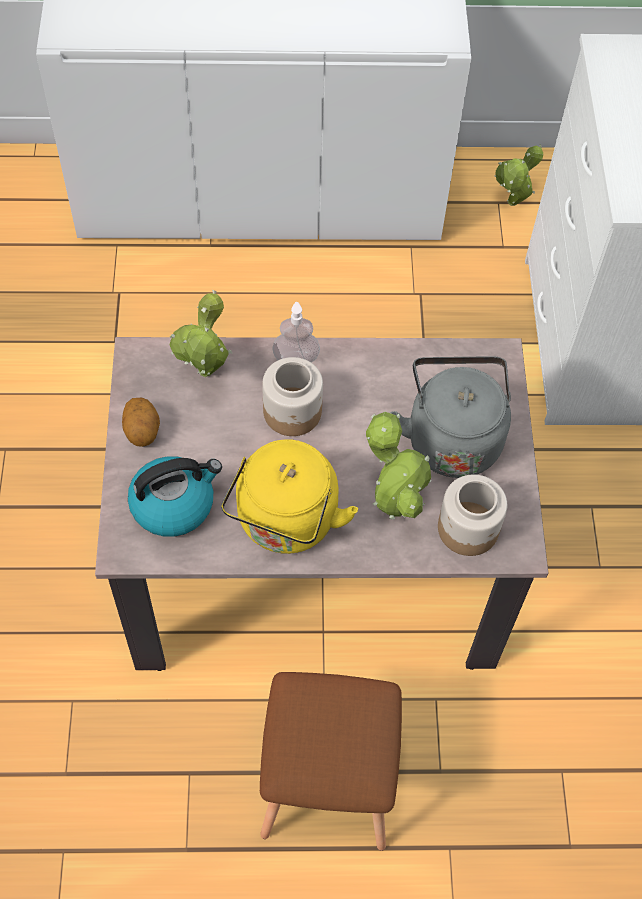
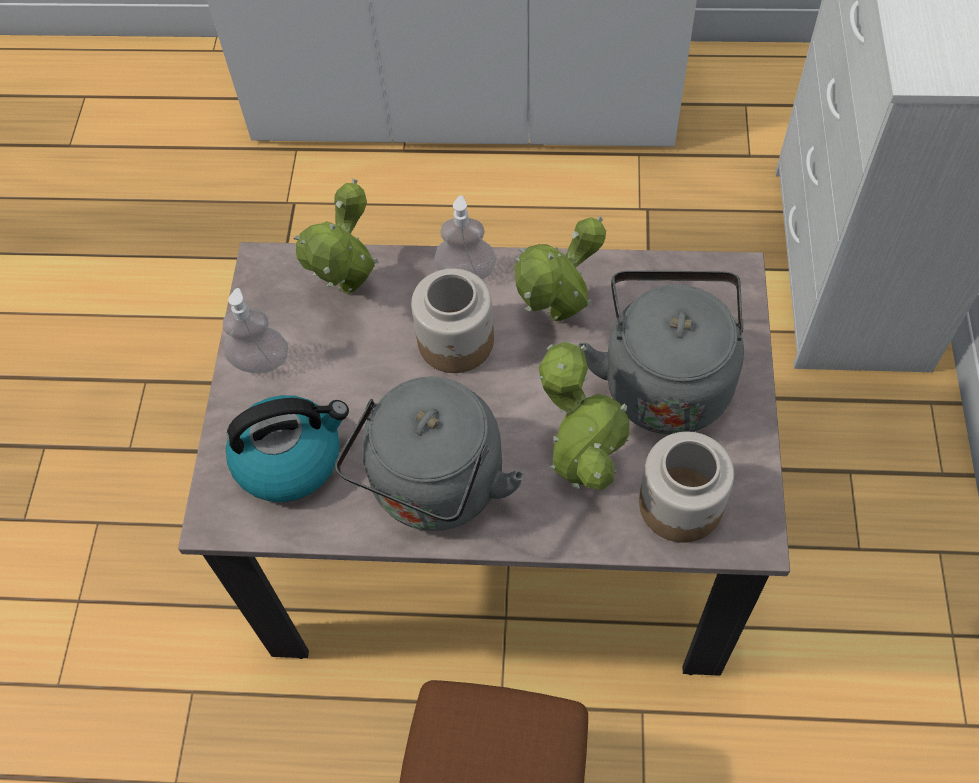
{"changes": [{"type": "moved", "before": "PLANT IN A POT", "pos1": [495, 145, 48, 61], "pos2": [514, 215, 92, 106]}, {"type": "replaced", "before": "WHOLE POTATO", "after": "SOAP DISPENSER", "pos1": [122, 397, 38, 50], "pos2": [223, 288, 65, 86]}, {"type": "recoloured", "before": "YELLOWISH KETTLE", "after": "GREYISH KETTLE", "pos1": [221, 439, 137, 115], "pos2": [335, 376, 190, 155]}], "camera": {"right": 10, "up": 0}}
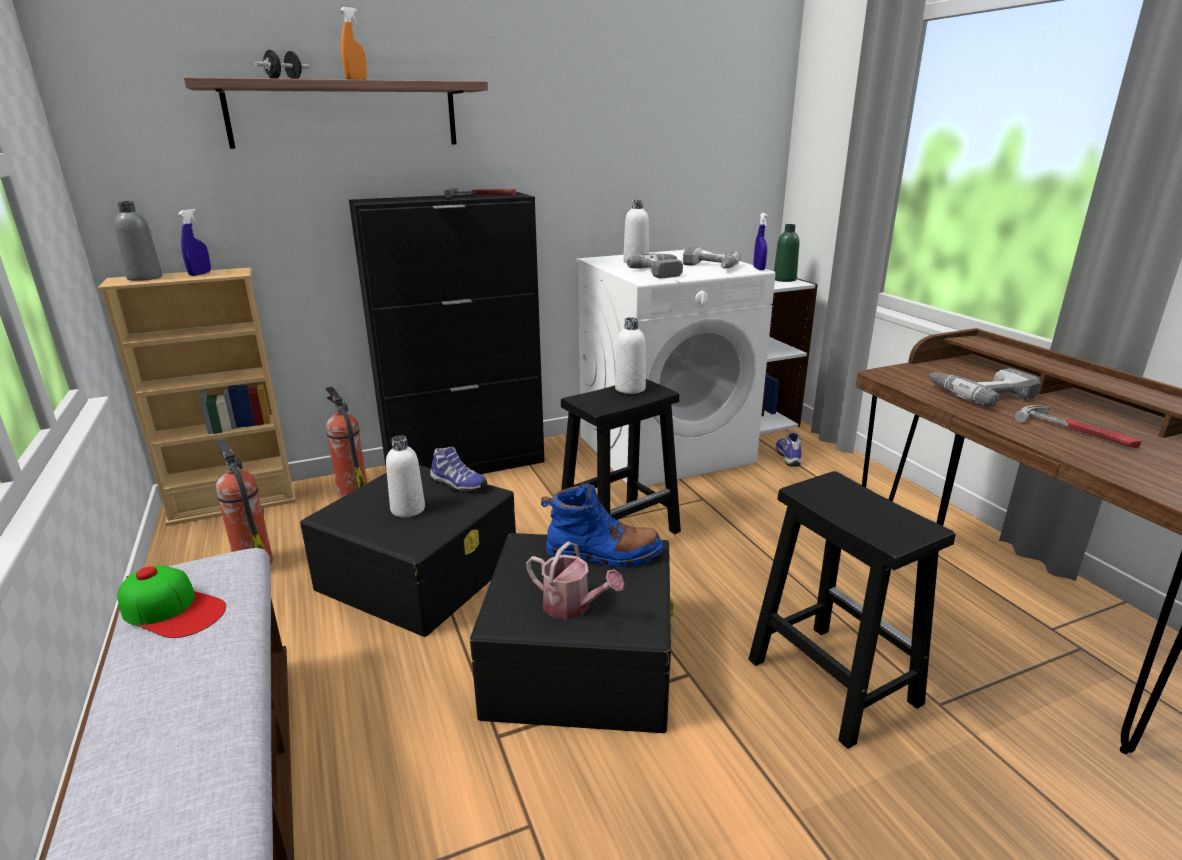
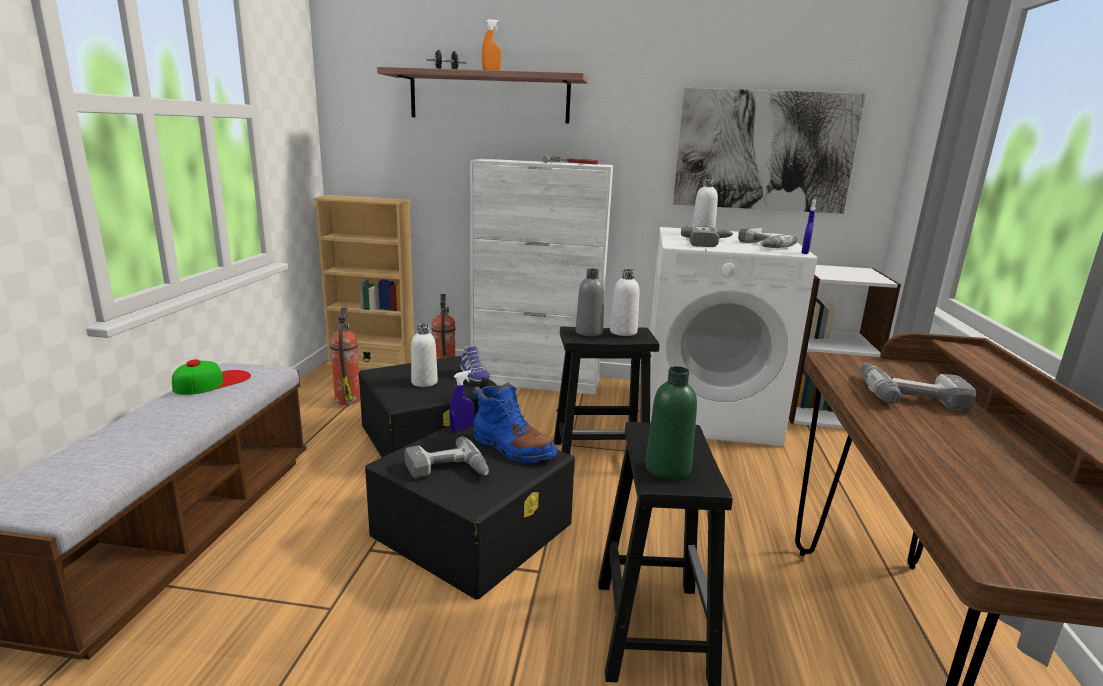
{"changes": [{"type": "removed", "before": "LOW SHOE", "pos1": [776, 433, 26, 34]}, {"type": "removed", "before": "HAND HAMMER", "pos1": [1015, 405, 127, 43]}, {"type": "added", "after": "WALL ART", "pos2": [673, 88, 193, 126]}, {"type": "moved", "before": "GREYISH BOTTLE", "pos1": [114, 201, 48, 80], "pos2": [576, 269, 28, 67]}, {"type": "moved", "before": "BLUE-COLOURED SPRAY BOTTLE", "pos1": [178, 209, 33, 67], "pos2": [449, 370, 25, 62]}, {"type": "moved", "before": "GREEN-COLOURED BOTTLE", "pos1": [774, 224, 25, 58], "pos2": [645, 366, 52, 113]}, {"type": "replaced", "before": "WATERING POT", "after": "POWER DRILL", "pos1": [526, 541, 99, 79], "pos2": [405, 436, 84, 43]}, {"type": "recoloured", "before": "BLACKISH CUPBOARD", "after": "WHITE CUPBOARD", "pos1": [349, 192, 196, 282], "pos2": [470, 159, 143, 236]}, {"type": "turned", "before": "CAP", "pos1": [117, 566, 109, 72], "pos2": [172, 359, 79, 36], "turn": -105}], "camera": {"right": 30, "up": -5}}
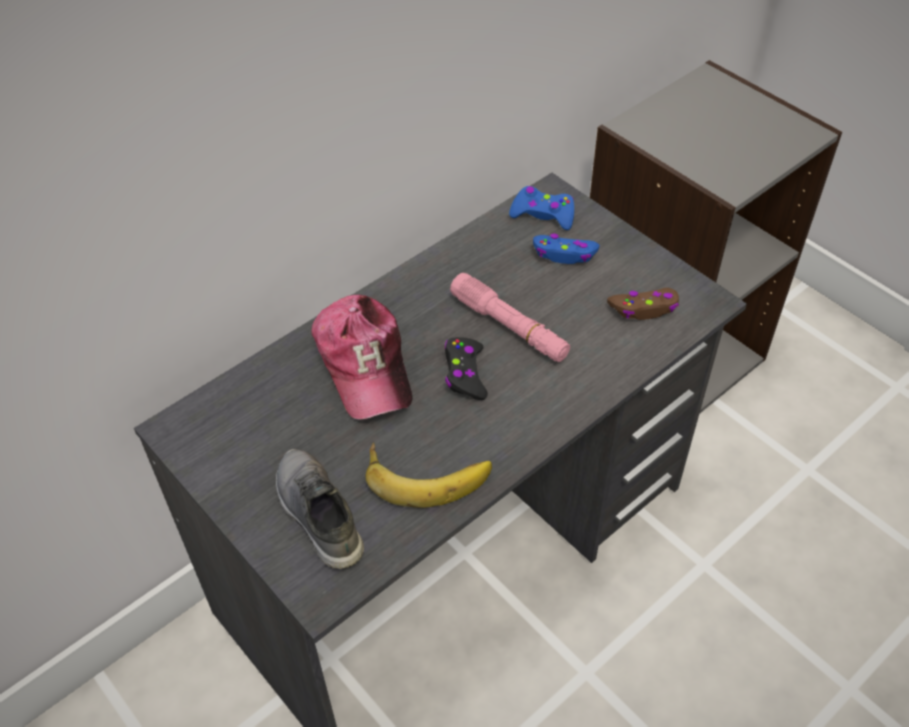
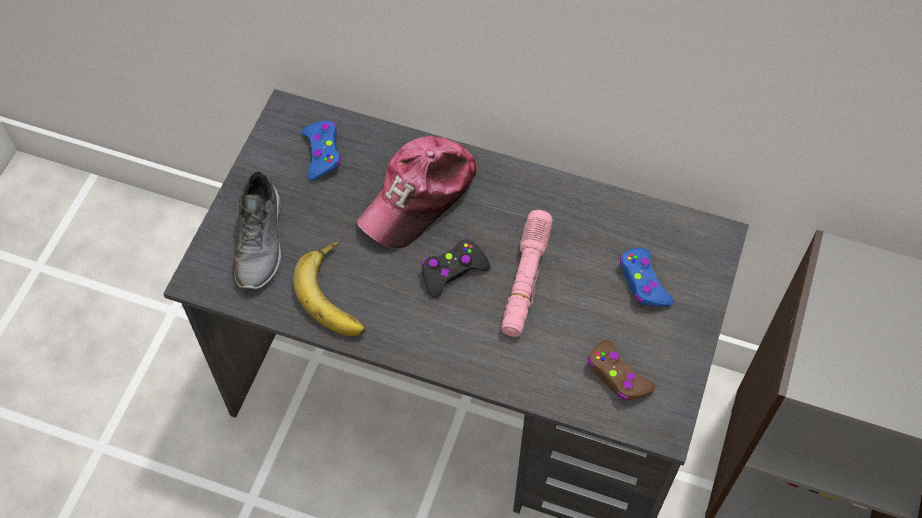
{"changes": [{"type": "moved", "before": "BLUE-COLOURED GAME CONTROLLER", "pos1": [509, 186, 65, 44], "pos2": [302, 121, 39, 60]}, {"type": "turned", "before": "GREYISH LOW SHOE", "pos1": [276, 449, 88, 120], "pos2": [234, 171, 48, 119], "turn": 150}], "camera": {"right": 60, "up": 10}}
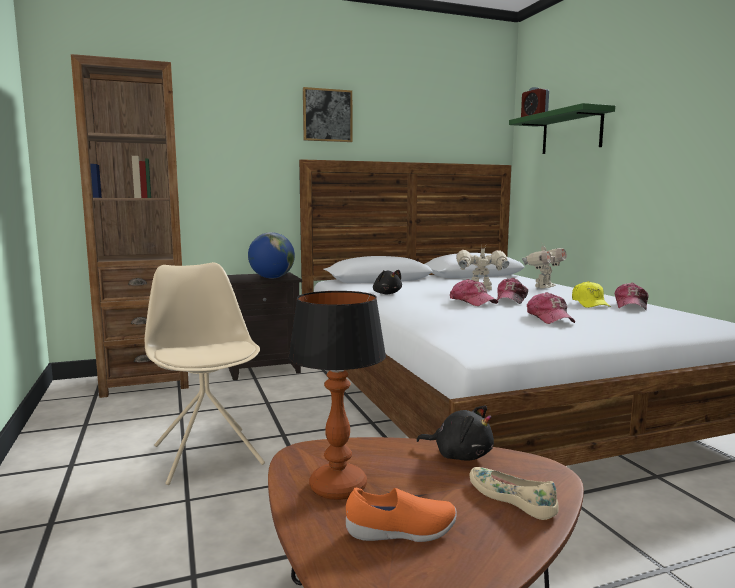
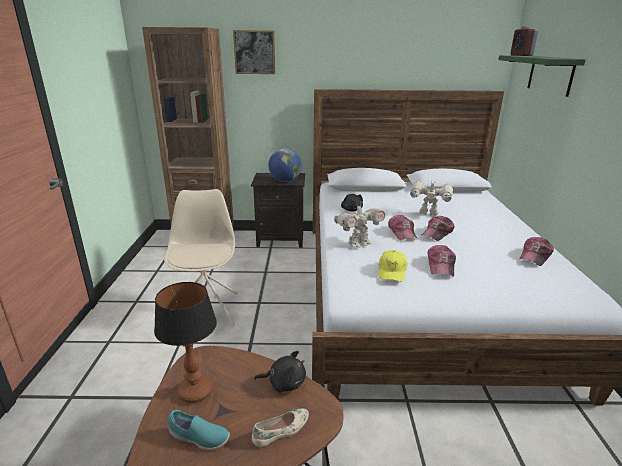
{"changes": [{"type": "moved", "before": "WALL ART", "pos1": [303, 87, 49, 55], "pos2": [233, 30, 42, 44]}, {"type": "moved", "before": "TOY ROBOT", "pos1": [522, 242, 45, 46], "pos2": [334, 205, 51, 43]}, {"type": "moved", "before": "YELLOWISH CAP", "pos1": [572, 281, 39, 27], "pos2": [379, 250, 28, 32]}, {"type": "recoloured", "before": "ORANGE LOW SHOE", "after": "TURQUOISE-COLOURED LOW SHOE", "pos1": [346, 488, 111, 54], "pos2": [168, 410, 62, 40]}, {"type": "turned", "before": "BLACKISH SOFT TOY", "pos1": [416, 406, 78, 55], "pos2": [254, 351, 52, 42], "turn": -45}, {"type": "turned", "before": "BEIGE-COLOURED LOW SHOE", "pos1": [469, 467, 90, 53], "pos2": [252, 408, 57, 39], "turn": 75}], "camera": {"right": 20, "up": 15}}
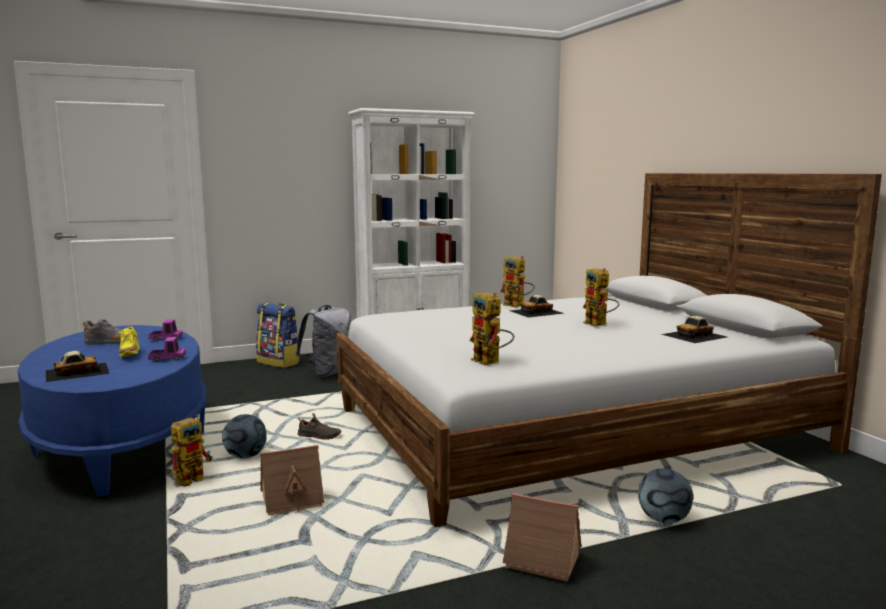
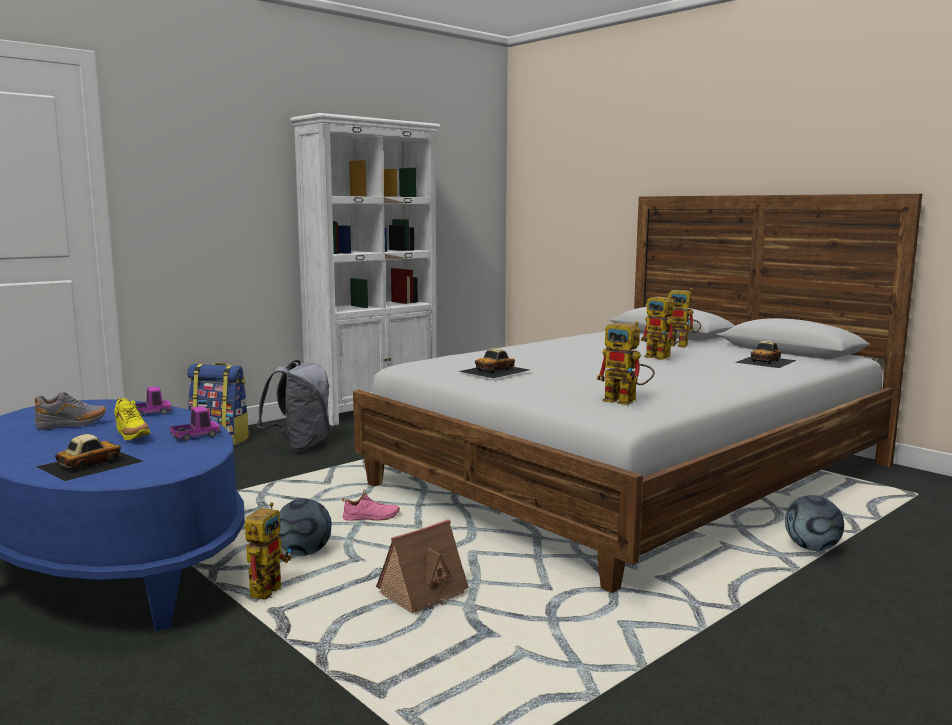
{"changes": [{"type": "removed", "before": "TOY HOUSE", "pos1": [503, 493, 79, 89]}, {"type": "moved", "before": "TOY ROBOT", "pos1": [500, 256, 35, 51], "pos2": [664, 288, 37, 60]}, {"type": "moved", "before": "MODEL CAR", "pos1": [510, 295, 55, 22], "pos2": [459, 348, 70, 30]}, {"type": "recoloured", "before": "BLACKISH LOW SHOE", "after": "PINK LOW SHOE", "pos1": [298, 413, 43, 27], "pos2": [342, 489, 58, 32]}], "camera": {"right": -20, "up": 0}}
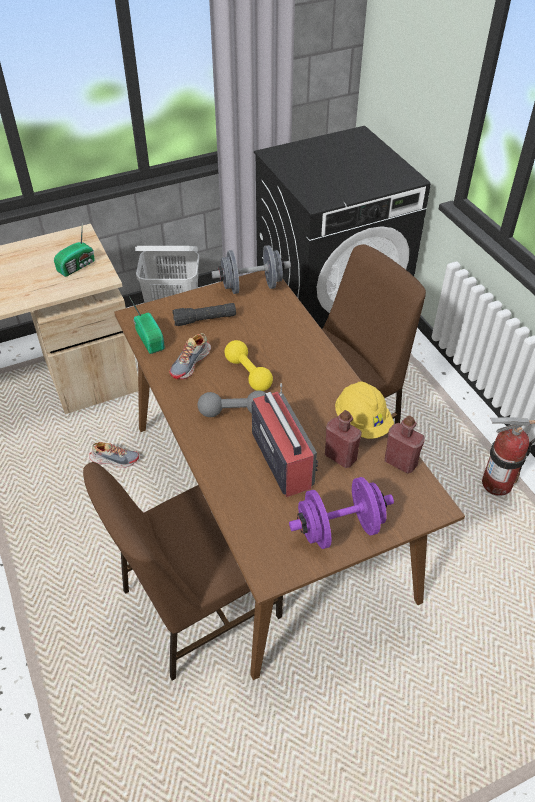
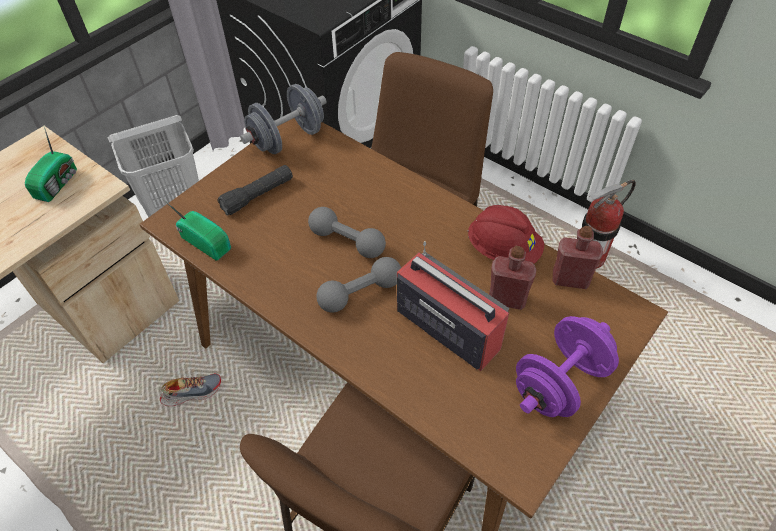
{"changes": [{"type": "removed", "before": "LOW SHOE", "pos1": [169, 333, 42, 47]}, {"type": "recoloured", "before": "YELLOWISH FREE WEIGHT", "after": "GREYISH FREE WEIGHT", "pos1": [225, 340, 48, 51], "pos2": [308, 207, 78, 51]}, {"type": "recoloured", "before": "YELLOWISH WORK HELMET", "after": "RED-COLOURED WORK HELMET", "pos1": [335, 382, 59, 57], "pos2": [468, 205, 76, 59]}], "camera": {"right": -25, "up": 5}}
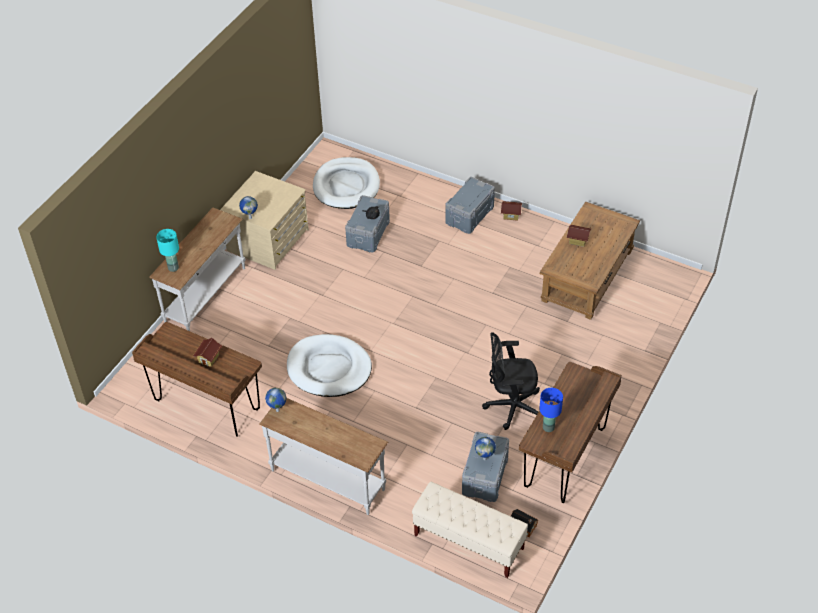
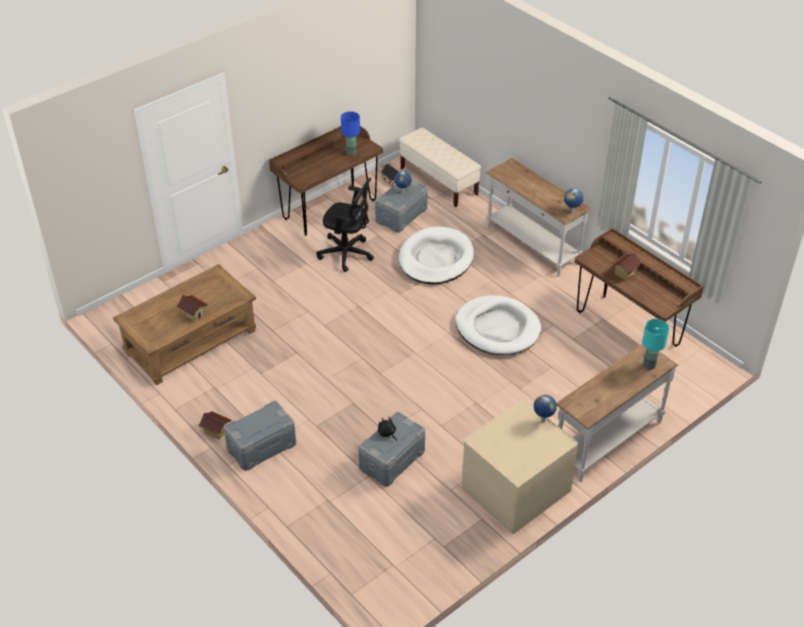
{"changes": [{"type": "moved", "before": "WHITE PET BED", "pos1": [313, 157, 67, 52], "pos2": [399, 226, 75, 58]}], "camera": {"right": -160, "up": -5}}
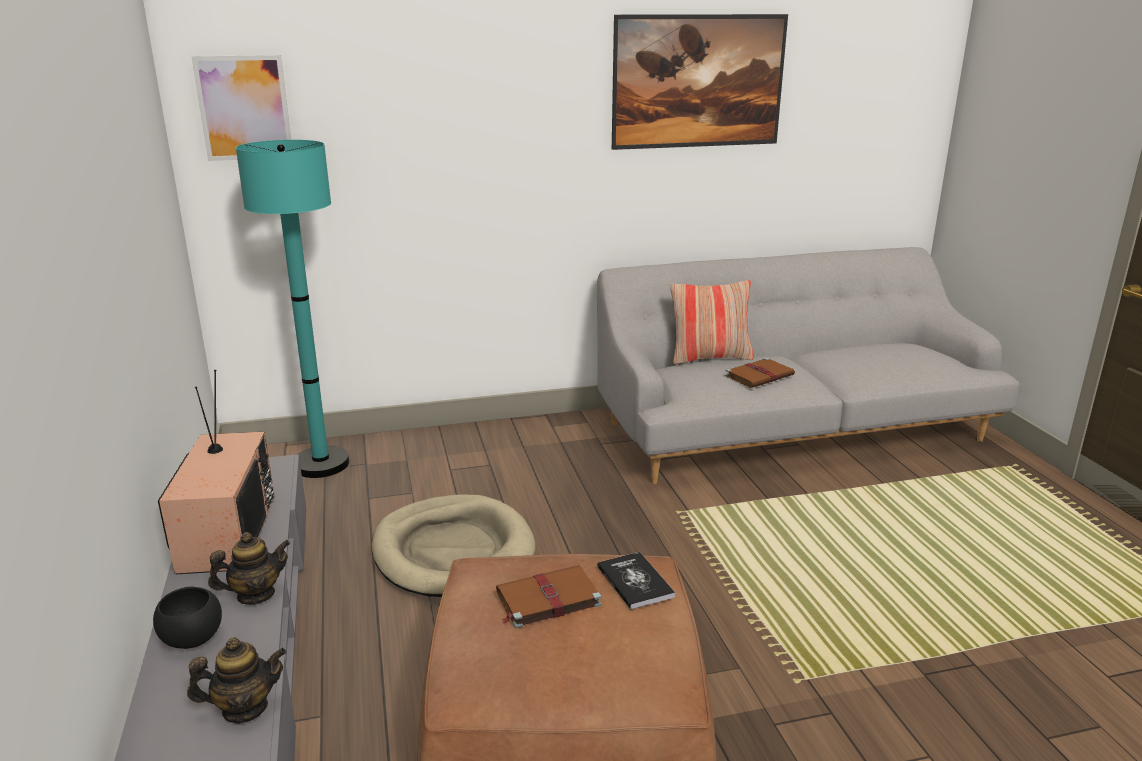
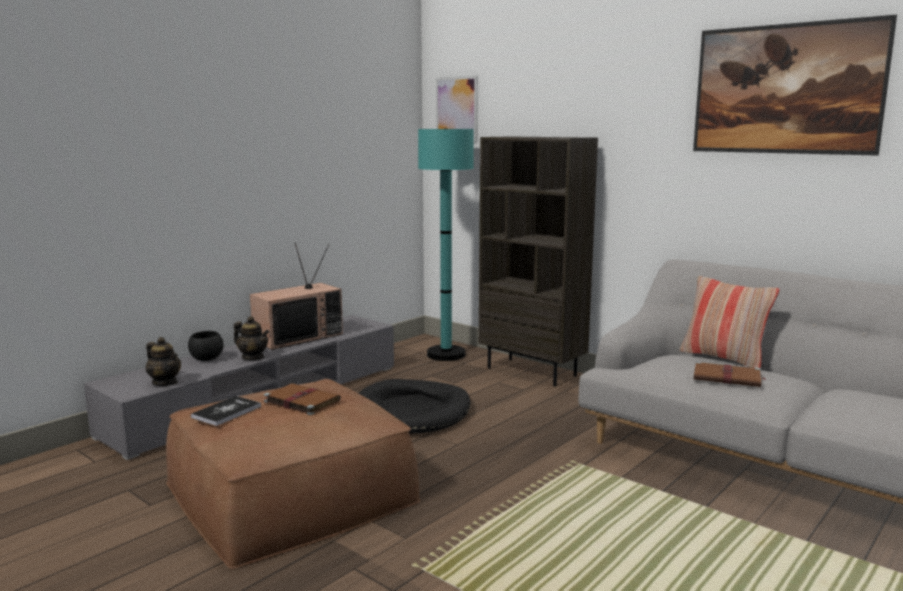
{"changes": [{"type": "added", "after": "BROWN-COLOURED BOOKSHELF", "pos2": [479, 136, 119, 250]}, {"type": "moved", "before": "BOOK", "pos1": [597, 552, 78, 58], "pos2": [191, 396, 70, 30]}, {"type": "recoloured", "before": "BEIGE-COLOURED PET BED", "after": "BLACKISH PET BED", "pos1": [372, 494, 163, 103], "pos2": [358, 379, 112, 55]}], "camera": {"right": 55, "up": -10}}
